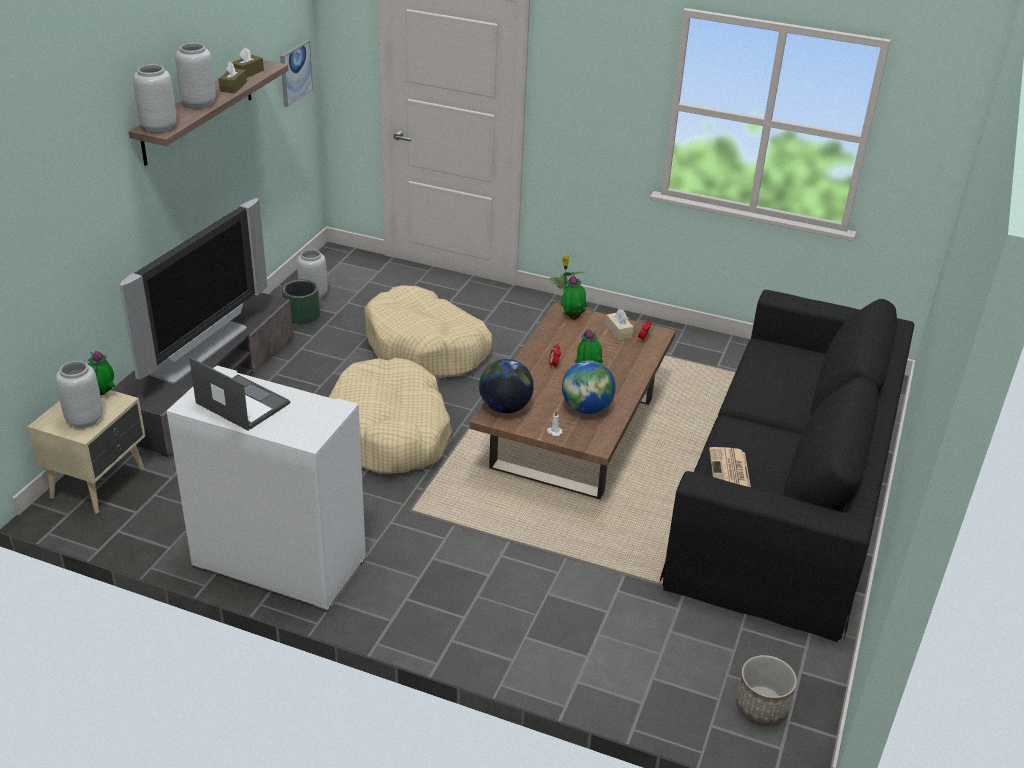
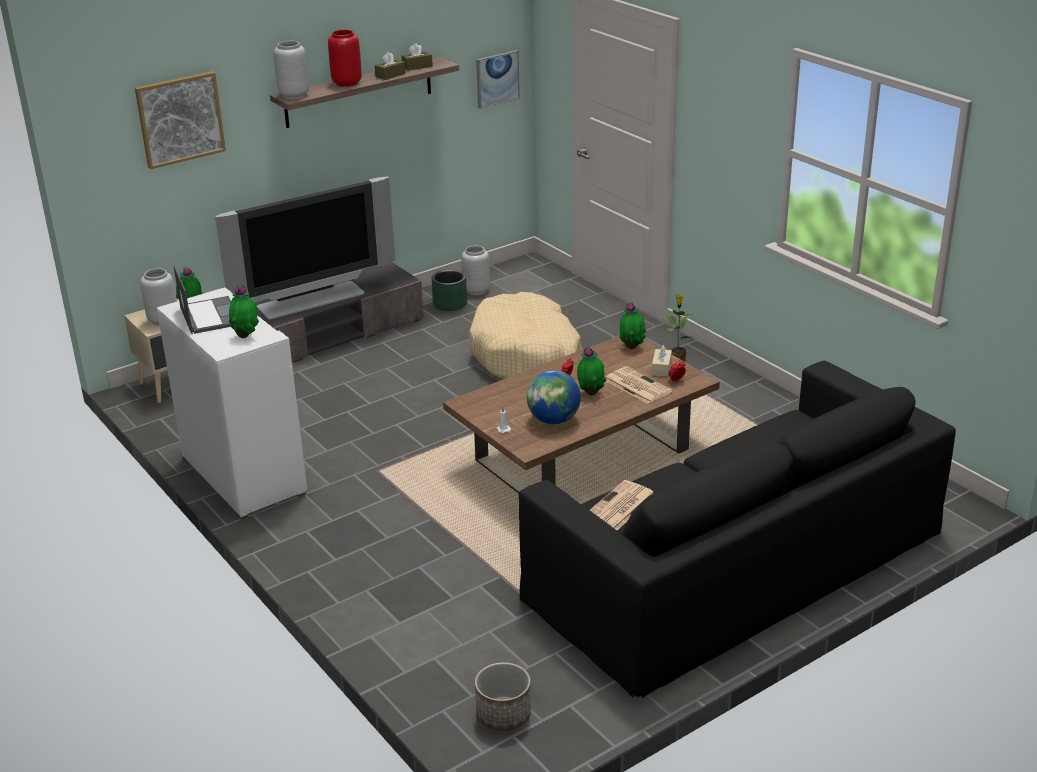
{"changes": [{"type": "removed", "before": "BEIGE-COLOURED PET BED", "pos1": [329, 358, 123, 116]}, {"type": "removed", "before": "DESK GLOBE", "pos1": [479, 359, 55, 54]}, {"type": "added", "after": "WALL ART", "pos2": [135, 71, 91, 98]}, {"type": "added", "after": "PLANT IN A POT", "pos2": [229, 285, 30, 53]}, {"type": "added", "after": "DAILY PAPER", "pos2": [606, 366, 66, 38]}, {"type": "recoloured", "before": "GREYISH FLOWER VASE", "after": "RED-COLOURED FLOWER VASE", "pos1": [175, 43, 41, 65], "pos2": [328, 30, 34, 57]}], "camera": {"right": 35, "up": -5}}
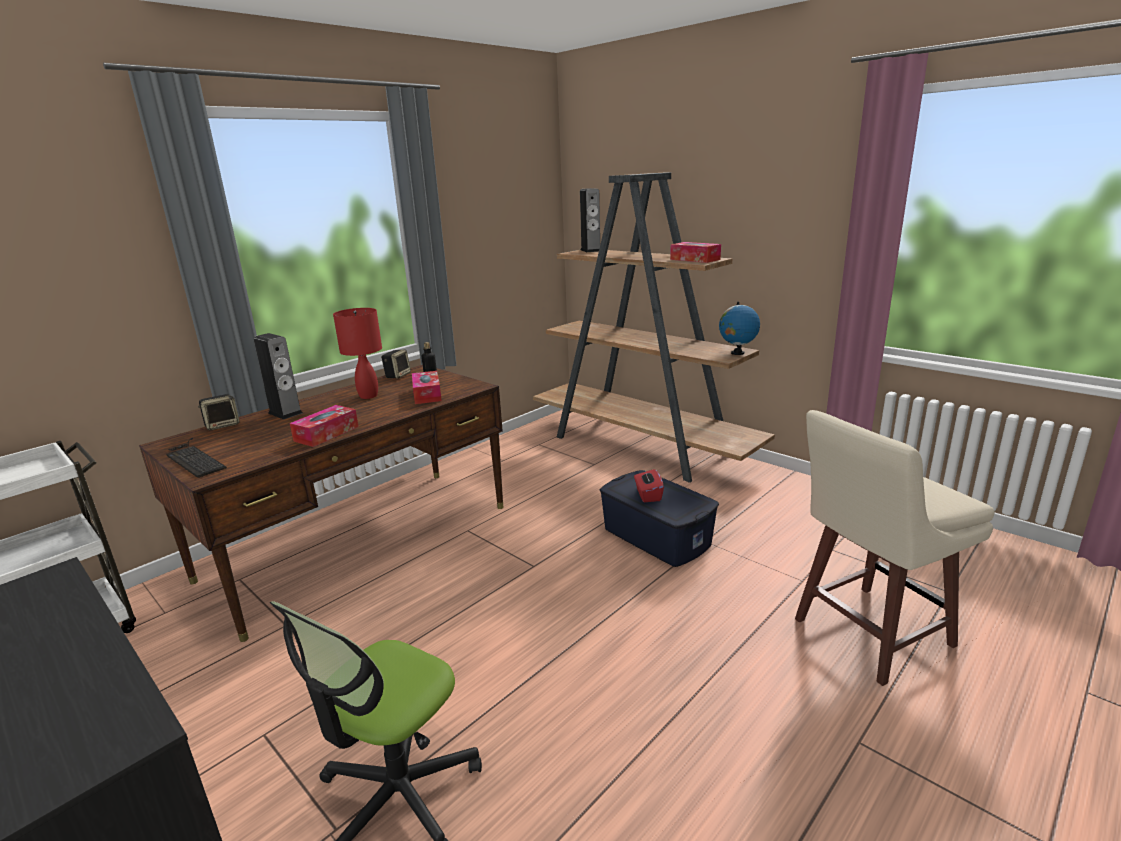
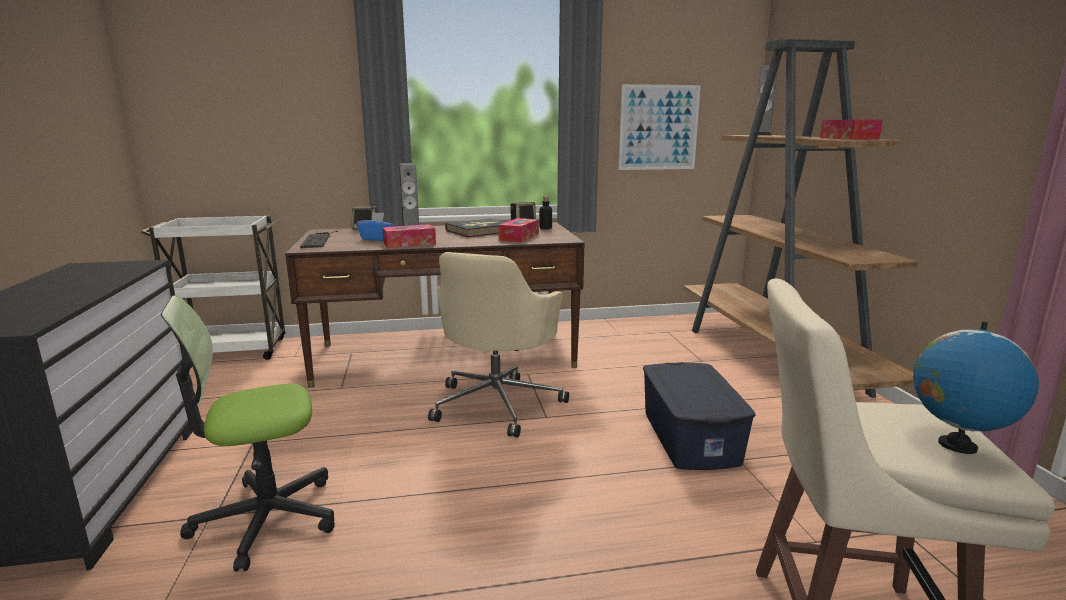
{"changes": [{"type": "removed", "before": "RED-COLOURED BOX OF TISSUES", "pos1": [634, 469, 30, 33]}, {"type": "added", "after": "BLUE-COLOURED BOX OF TISSUES", "pos2": [357, 212, 39, 29]}, {"type": "added", "after": "BEIGE-COLOURED COMPUTER CHAIR", "pos2": [428, 252, 141, 186]}, {"type": "added", "after": "WALL ART", "pos2": [618, 84, 83, 86]}, {"type": "moved", "before": "DESK GLOBE", "pos1": [719, 302, 41, 53], "pos2": [913, 322, 126, 132]}, {"type": "replaced", "before": "RED-COLOURED TABLETOP LAMP", "after": "BOOK", "pos1": [333, 308, 49, 91], "pos2": [445, 218, 60, 19]}], "camera": {"right": 35, "up": -5}}
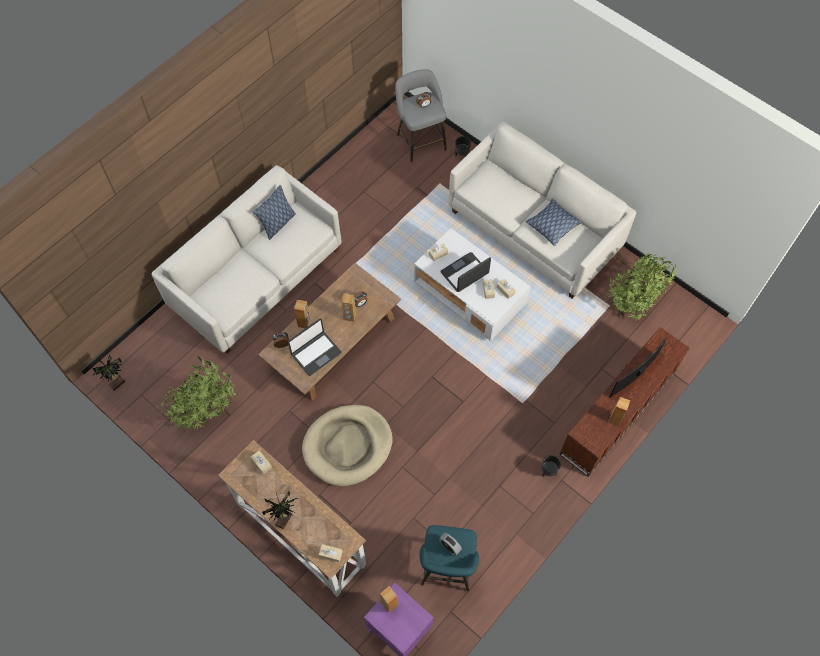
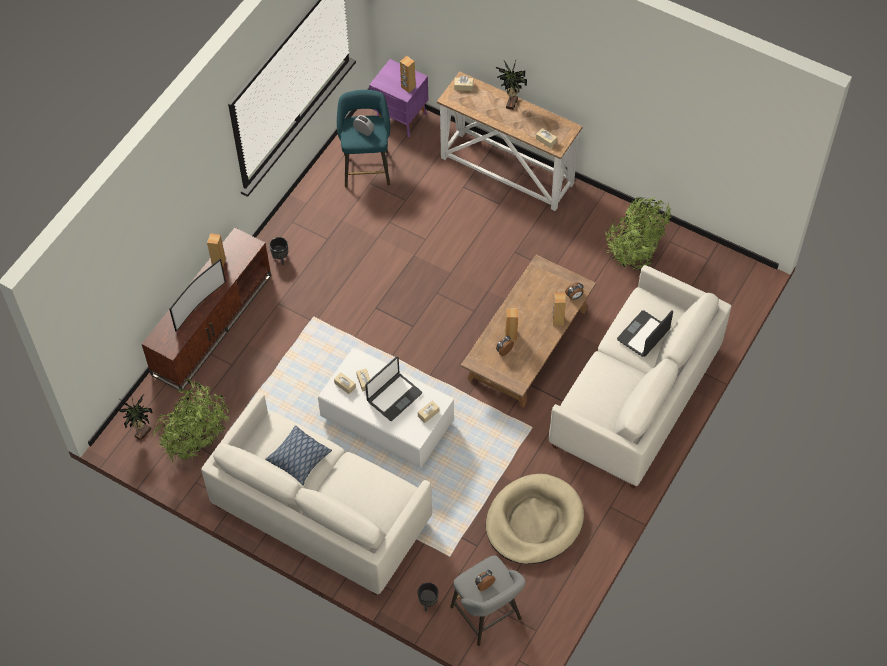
{"changes": [{"type": "removed", "before": "CUSHION", "pos1": [253, 185, 43, 55]}, {"type": "moved", "before": "PLANT IN A POT", "pos1": [92, 354, 33, 37], "pos2": [116, 394, 37, 46]}, {"type": "moved", "before": "LAPTOP", "pos1": [288, 318, 54, 58], "pos2": [617, 310, 56, 47]}, {"type": "moved", "before": "BEIGE-COLOURED PET BED", "pos1": [302, 405, 91, 81], "pos2": [486, 474, 98, 90]}], "camera": {"right": 170, "up": -5}}
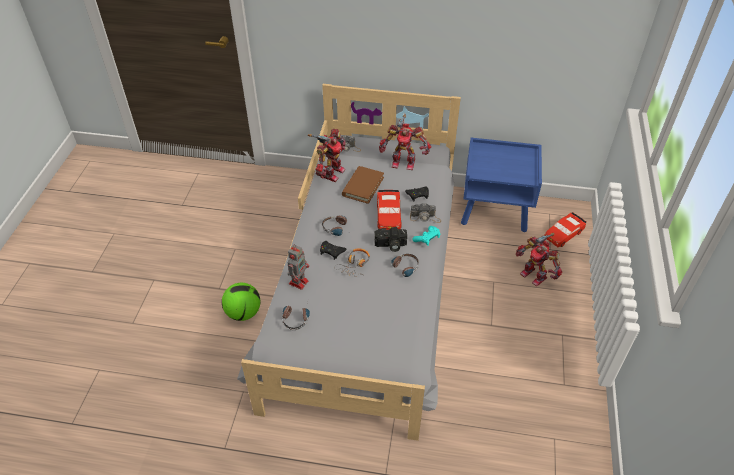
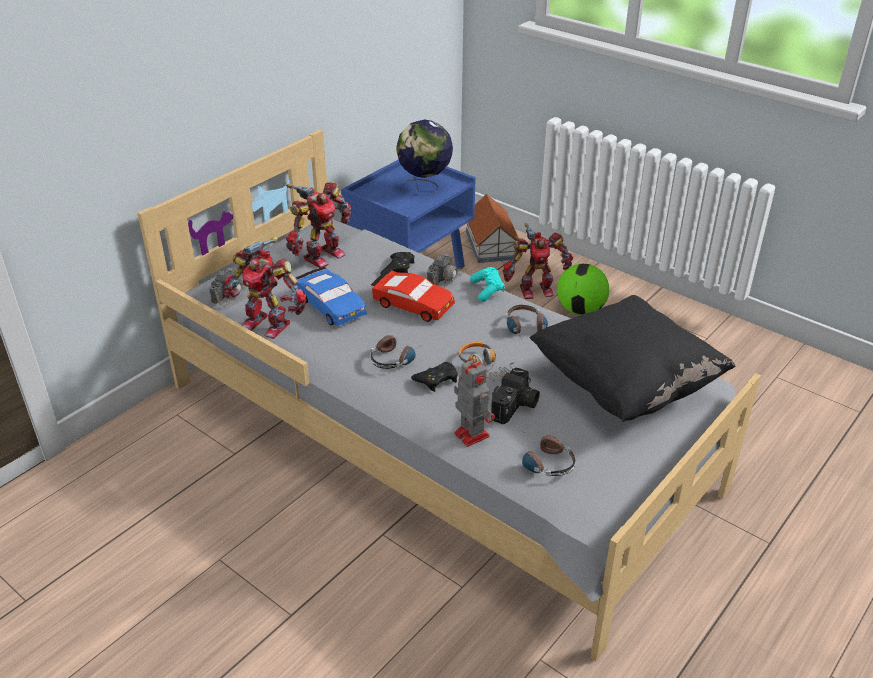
{"changes": [{"type": "added", "after": "DESK GLOBE", "pos2": [396, 120, 57, 72]}, {"type": "added", "after": "BLACKISH CUSHION", "pos2": [530, 295, 206, 127]}, {"type": "moved", "before": "BALL FOR FOOTBALL", "pos1": [222, 283, 39, 38], "pos2": [557, 264, 52, 51]}, {"type": "moved", "before": "STILL CAMERA", "pos1": [374, 227, 33, 25], "pos2": [491, 368, 49, 56]}, {"type": "replaced", "before": "BROWN-COLOURED BOOK", "after": "BLUE-COLOURED MODEL CAR", "pos1": [342, 166, 42, 38], "pos2": [296, 267, 71, 59]}, {"type": "replaced", "before": "RED-COLOURED MODEL CAR", "after": "TOY HOUSE", "pos1": [545, 212, 41, 35], "pos2": [466, 194, 53, 69]}, {"type": "turned", "before": "TOY ROBOT", "pos1": [308, 128, 38, 54], "pos2": [224, 237, 82, 102], "turn": 150}], "camera": {"right": -60, "up": -10}}
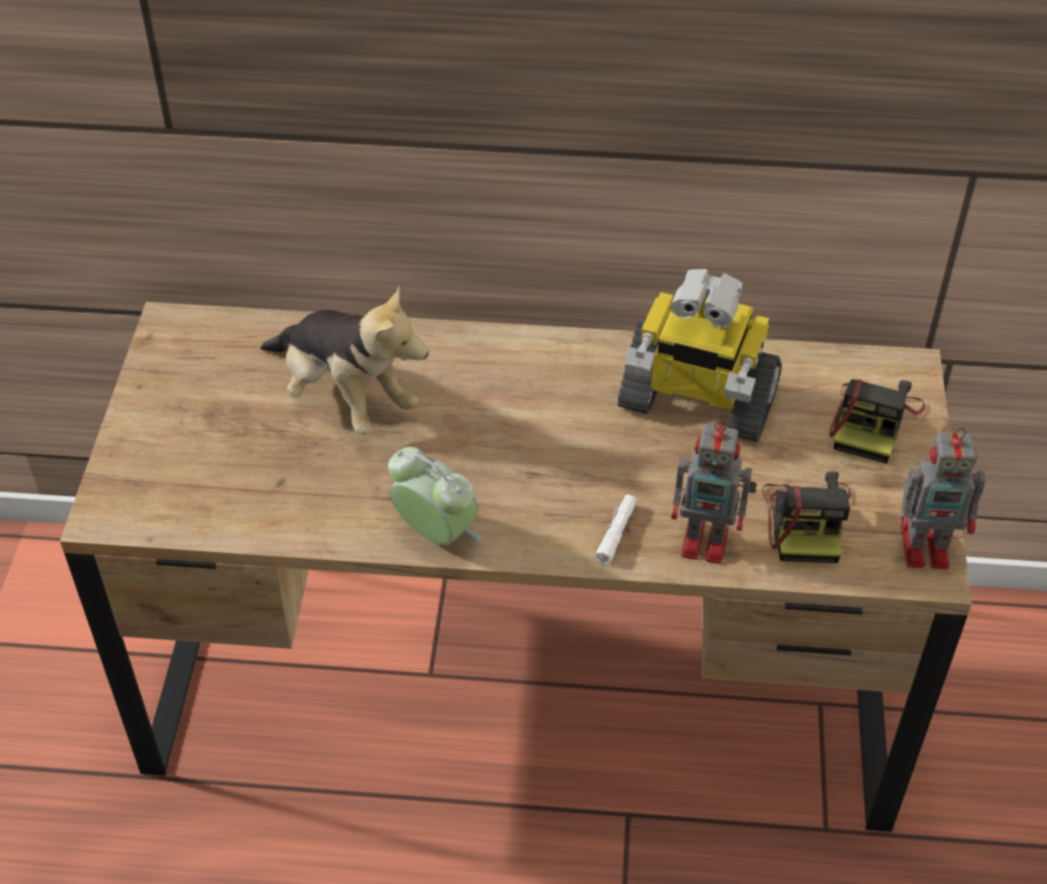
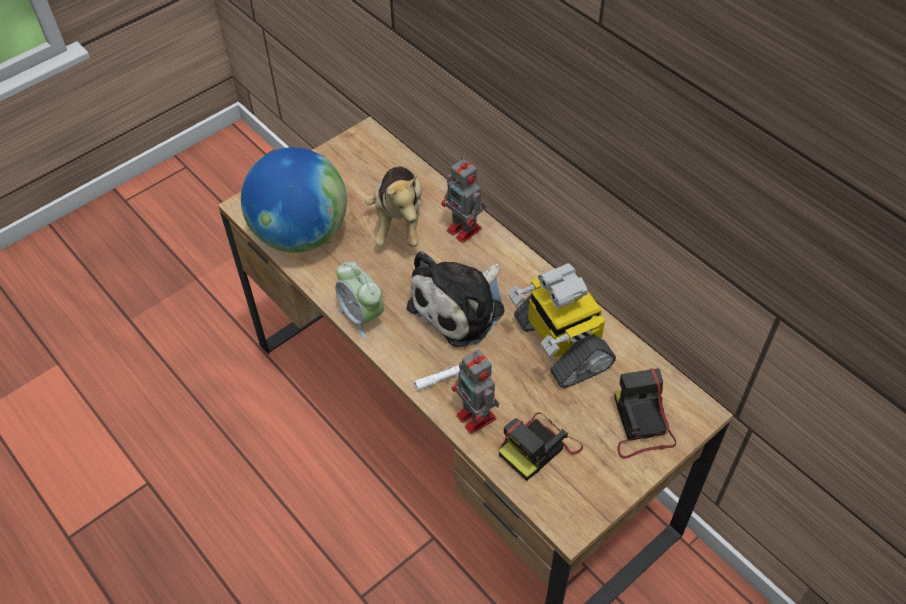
{"changes": [{"type": "added", "after": "DESK GLOBE", "pos2": [241, 147, 106, 106]}, {"type": "added", "after": "SOFT TOY", "pos2": [407, 251, 98, 97]}, {"type": "moved", "before": "TOY ROBOT", "pos1": [901, 428, 85, 141], "pos2": [441, 157, 45, 86]}, {"type": "turned", "before": "BEDSIDE CLOCK", "pos1": [388, 447, 93, 98], "pos2": [335, 262, 49, 76], "turn": 150}, {"type": "turned", "before": "STILL CAMERA", "pos1": [829, 379, 96, 84], "pos2": [615, 368, 61, 91], "turn": 105}], "camera": {"right": 45, "up": 5}}
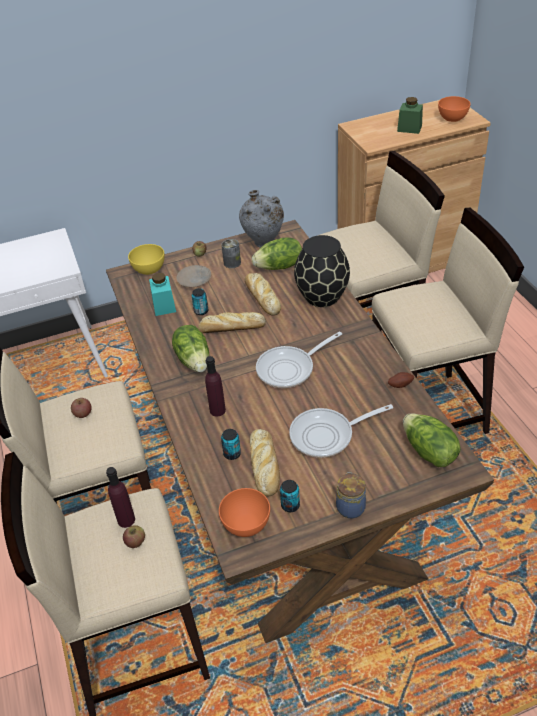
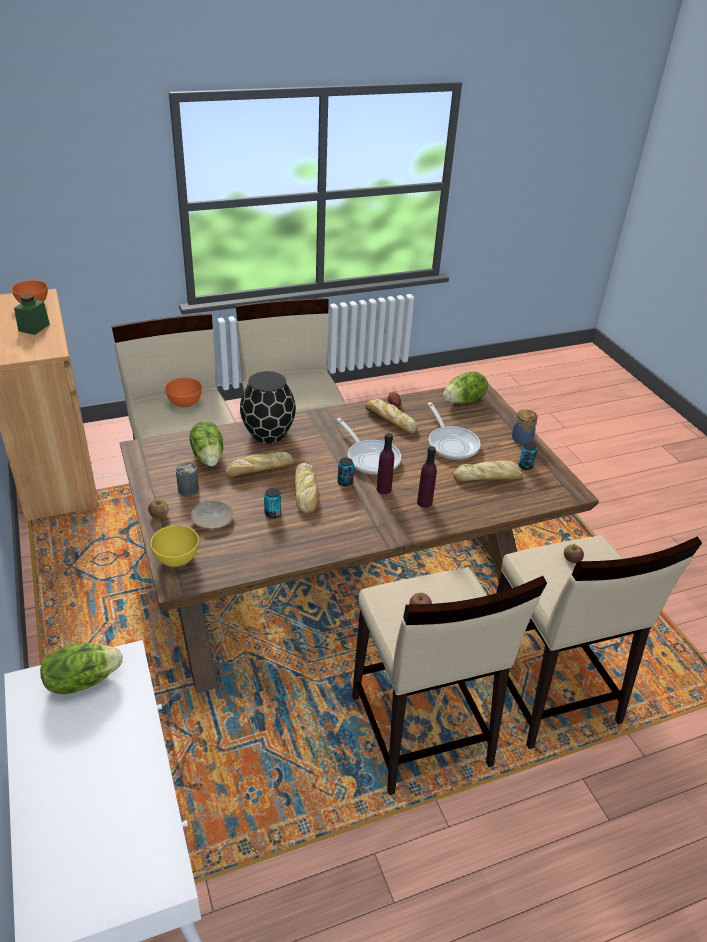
{"changes": [{"type": "removed", "before": "TURQUOISE-COLOURED STORAGE JAR", "pos1": [149, 273, 27, 43]}, {"type": "removed", "before": "GREYISH FLOWER VASE", "pos1": [239, 190, 45, 58]}, {"type": "added", "after": "BAKED BREAD", "pos2": [365, 399, 53, 35]}, {"type": "moved", "before": "PURPLE-COLOURED BOTTLE", "pos1": [106, 467, 29, 61], "pos2": [377, 433, 17, 61]}, {"type": "moved", "before": "LETTUCE", "pos1": [172, 325, 37, 47], "pos2": [40, 643, 83, 51]}, {"type": "moved", "before": "ORANGE BOWL", "pos1": [219, 488, 51, 49], "pos2": [165, 378, 37, 29]}, {"type": "moved", "before": "SEALED CAN", "pos1": [221, 429, 20, 31], "pos2": [338, 458, 16, 28]}], "camera": {"right": -95, "up": -5}}
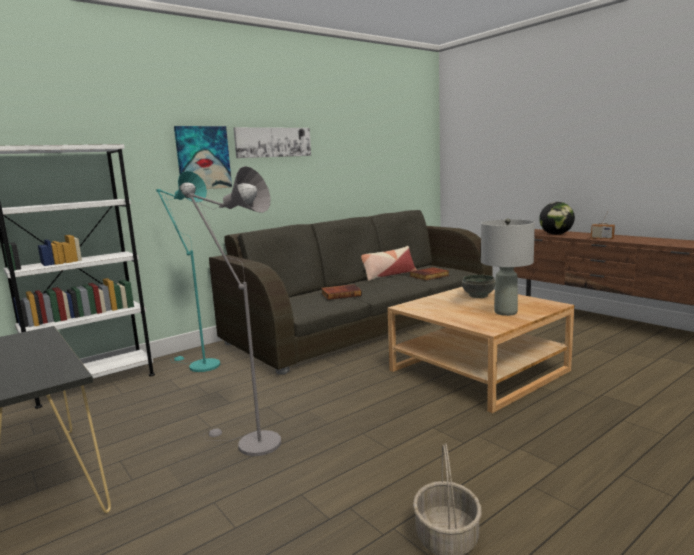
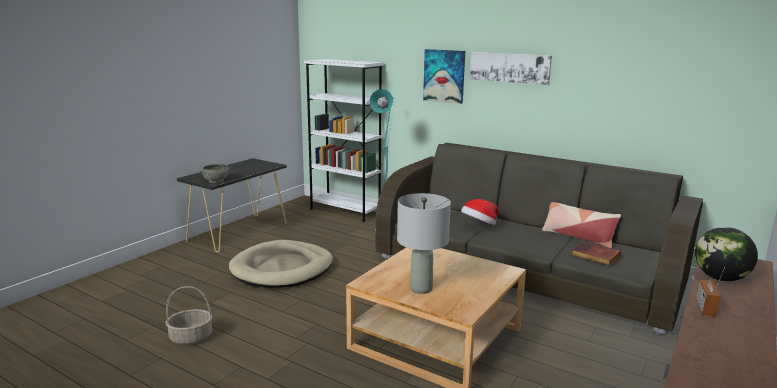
{"changes": [{"type": "moved", "before": "GREYISH BOWL", "pos1": [462, 275, 34, 23], "pos2": [199, 164, 33, 19]}, {"type": "replaced", "before": "GREYISH STANDING LAMP", "after": "BEIGE-COLOURED PET BED", "pos1": [188, 166, 93, 290], "pos2": [229, 240, 104, 48]}, {"type": "replaced", "before": "BOOK", "after": "HAT", "pos1": [321, 284, 41, 16], "pos2": [461, 199, 38, 27]}], "camera": {"right": 70, "up": 5}}
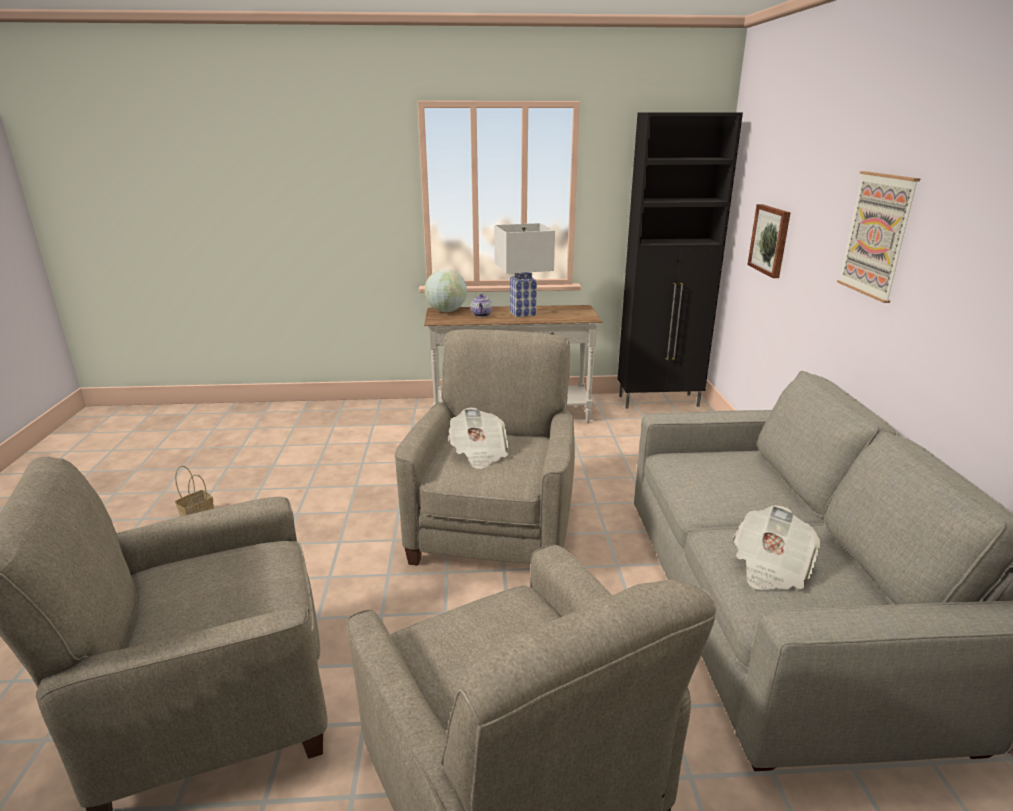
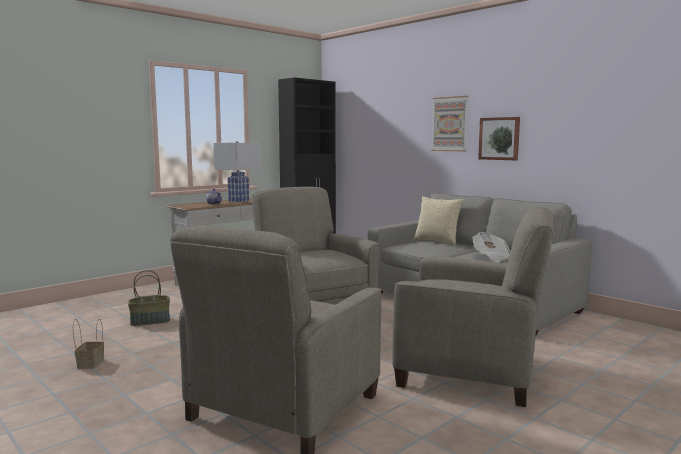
{"changes": [{"type": "removed", "before": "DESK GLOBE", "pos1": [425, 269, 42, 43]}, {"type": "removed", "before": "DAILY PAPER", "pos1": [448, 408, 60, 61]}, {"type": "added", "after": "HOUSEHOLD BASKET", "pos2": [128, 270, 42, 56]}, {"type": "added", "after": "BEIGE-COLOURED CUSHION", "pos2": [413, 196, 51, 50]}, {"type": "moved", "before": "WALL ART", "pos1": [748, 204, 43, 74], "pos2": [478, 117, 42, 43]}], "camera": {"right": -40, "up": -15}}
